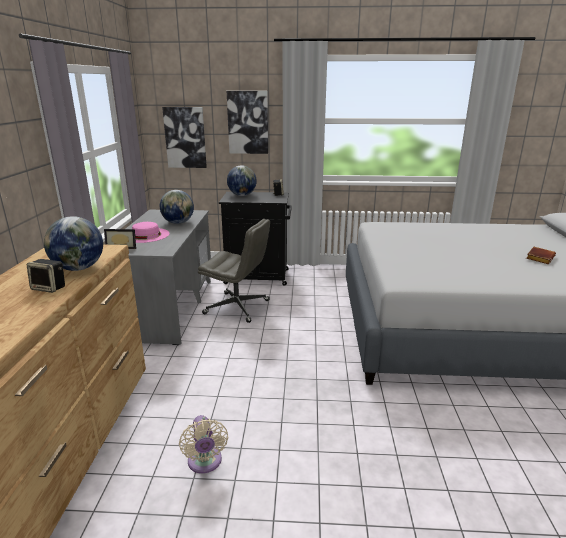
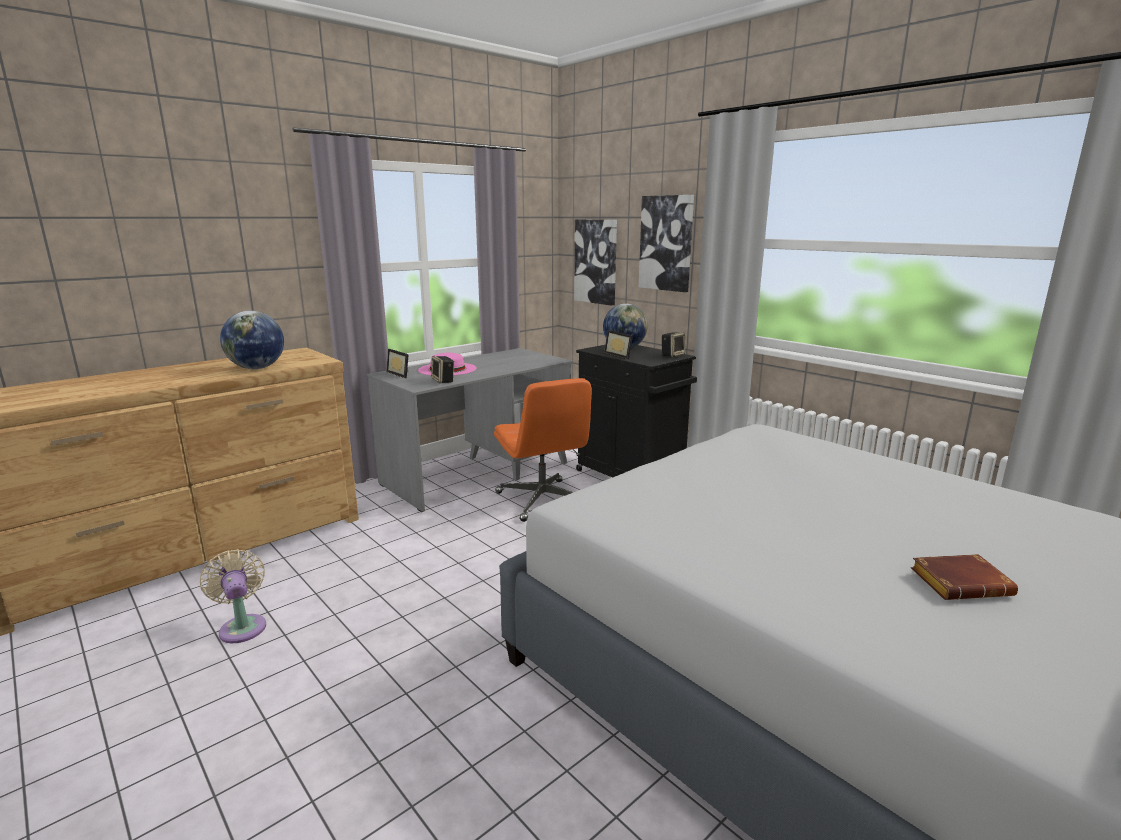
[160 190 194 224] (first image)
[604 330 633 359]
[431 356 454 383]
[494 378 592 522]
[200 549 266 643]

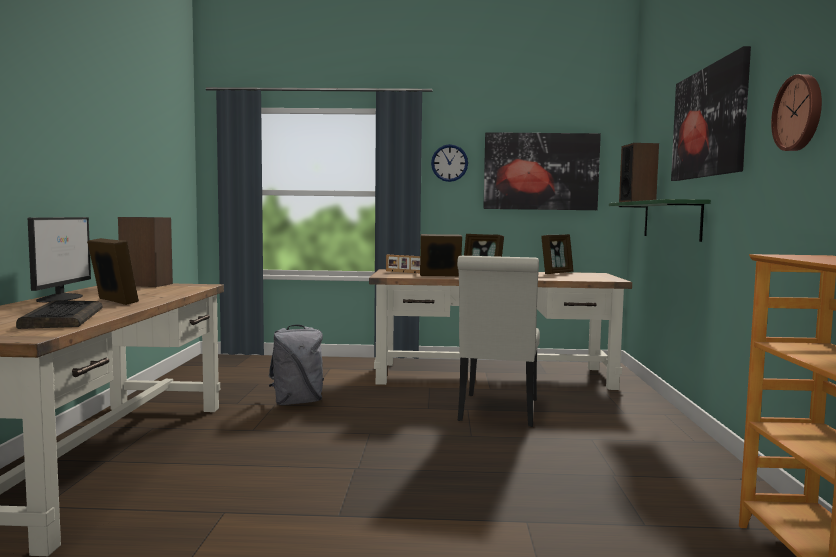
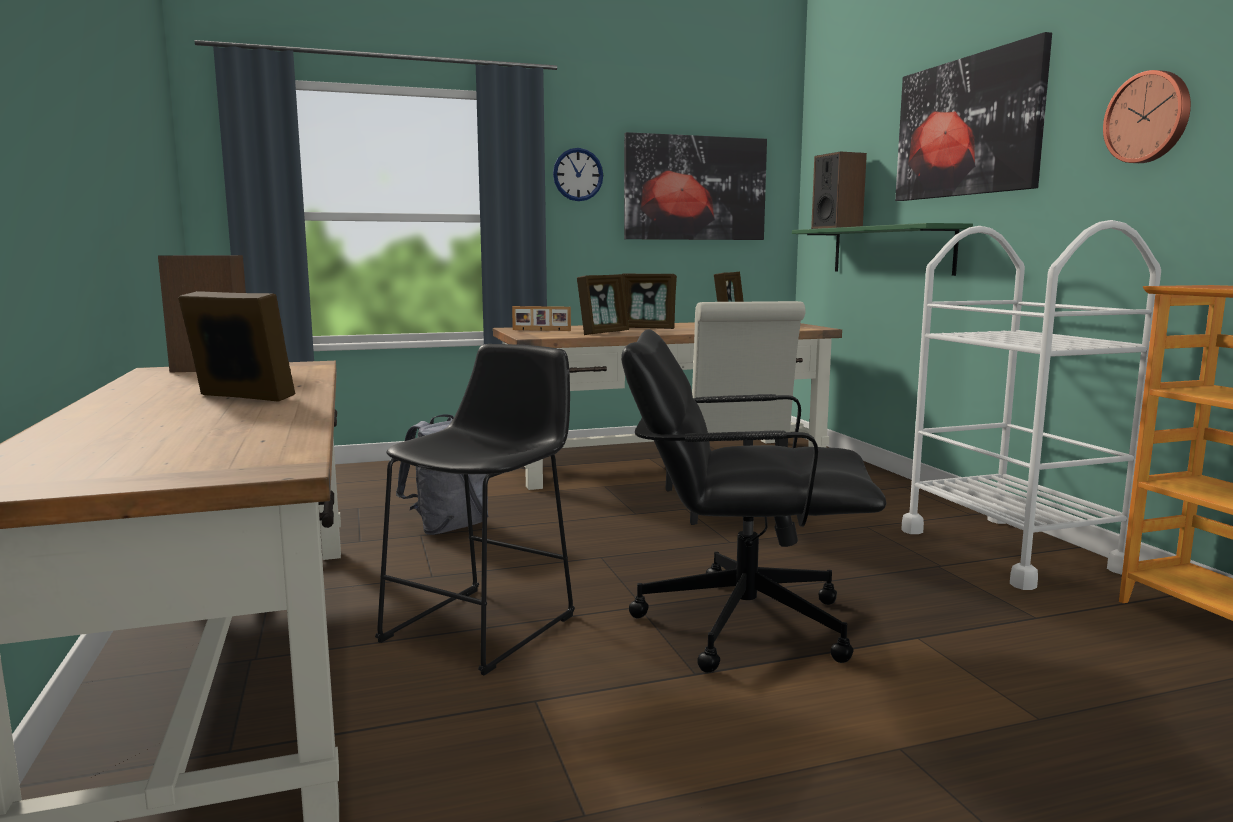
[16 300 103 329] (first image)
[28 217 91 302] (first image)
[375 344 575 676]
[621 329 886 673]
[901 220 1161 590]
[577 274 629 335]

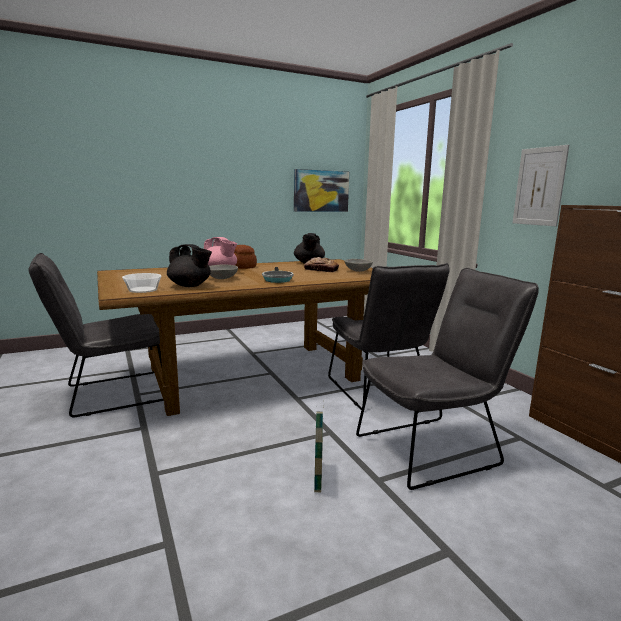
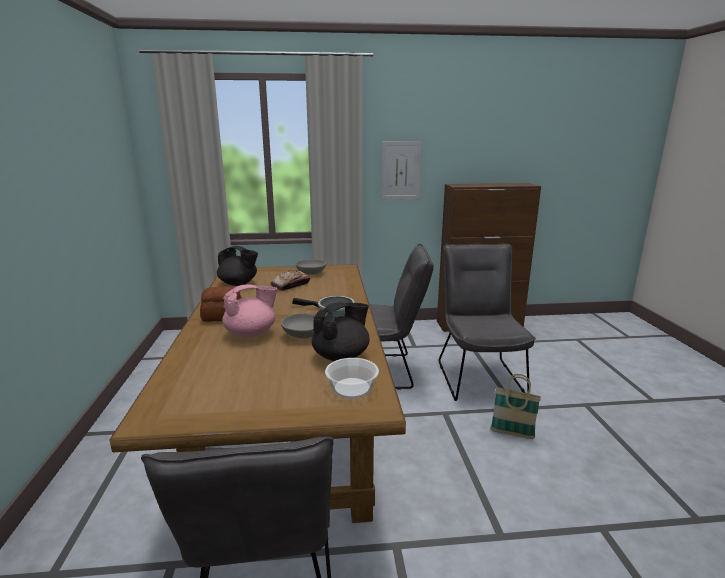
[294 169 349 212] (first image)

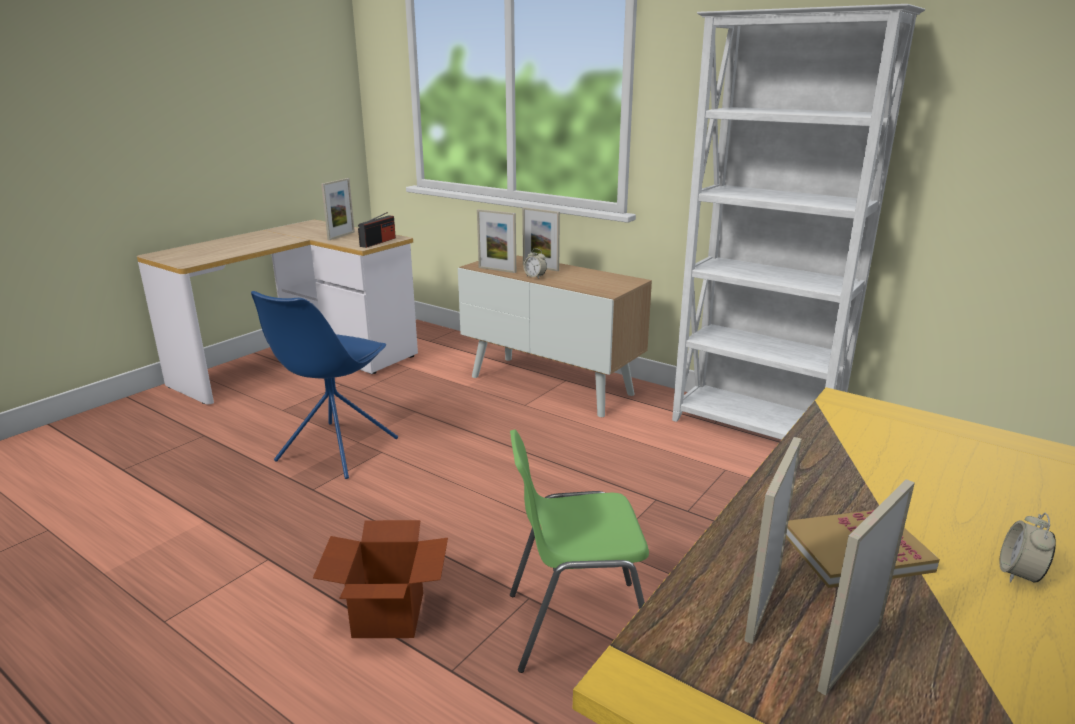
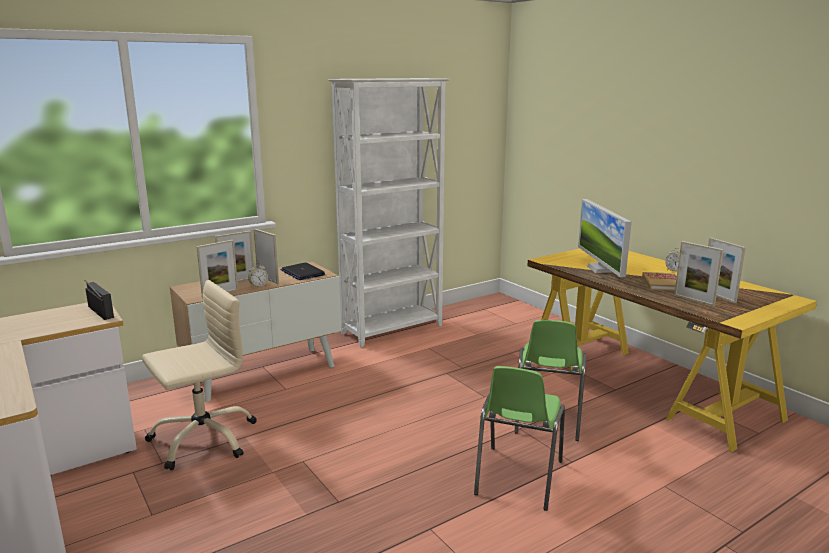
[251 291 398 479] (first image)
[142 280 257 470]
[281 263 325 280]
[578 199 632 277]
[254 229 279 284]
[474 366 565 511]

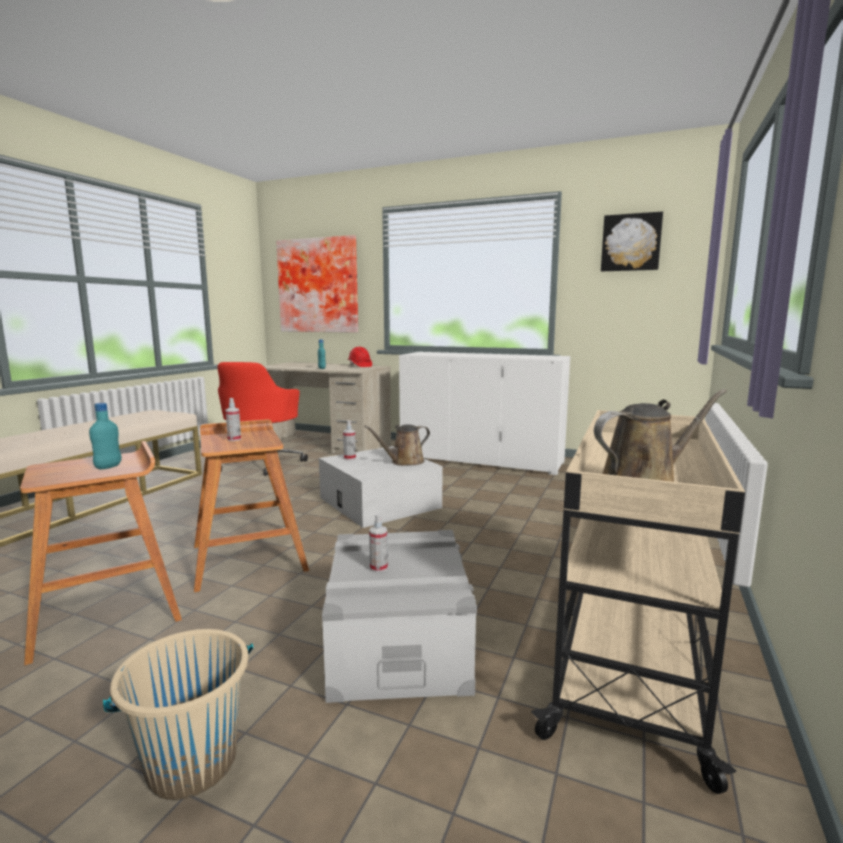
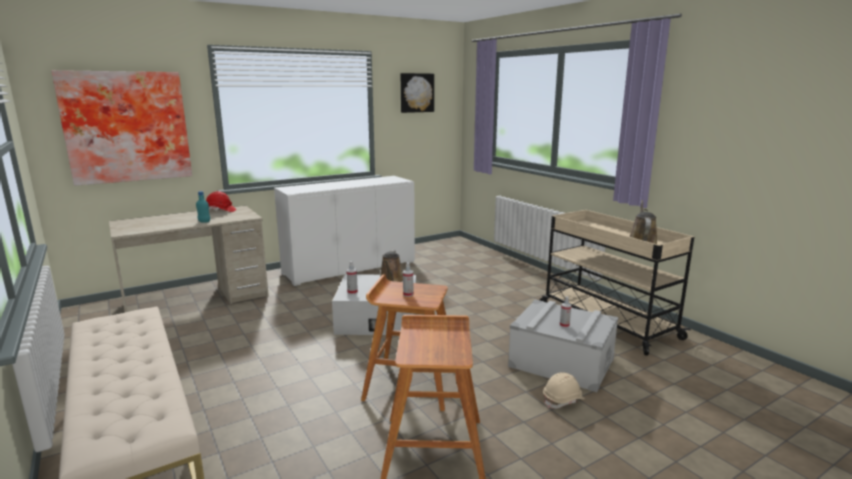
[89 403 122 470] (first image)
[103 629 253 800] (first image)
[217 362 308 476] (first image)
[543 372 585 409]

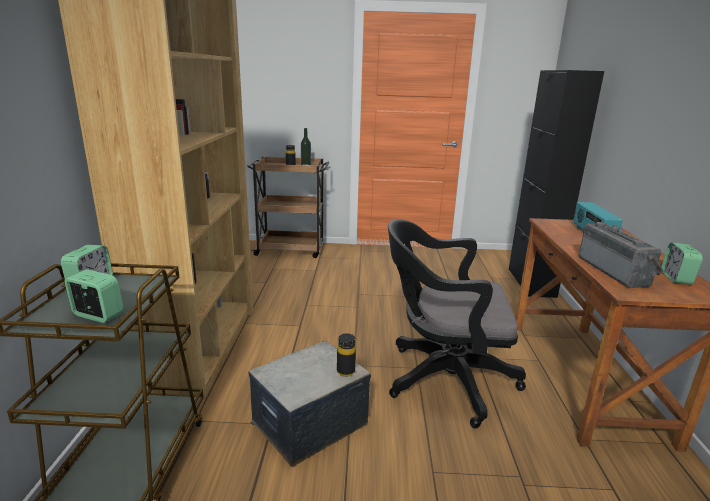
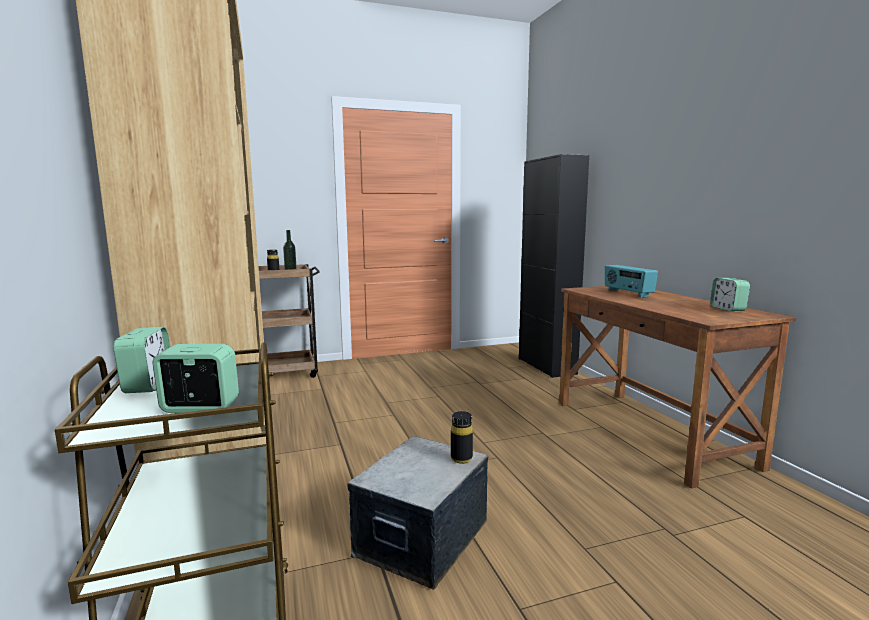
[388 219 526 428] (first image)
[579 222 664 288] (first image)

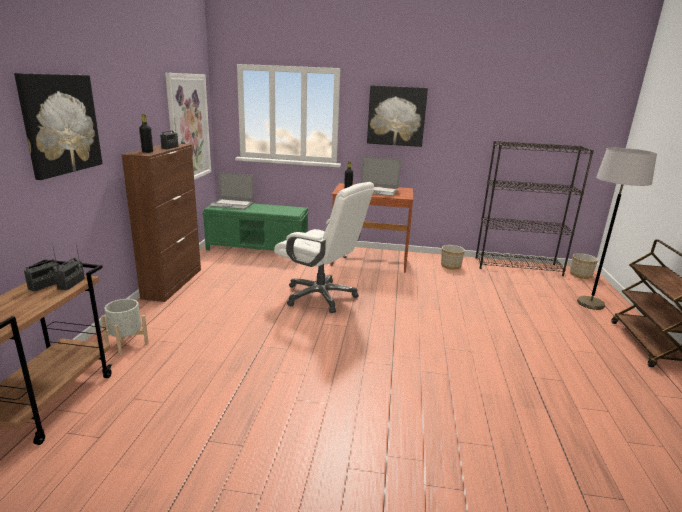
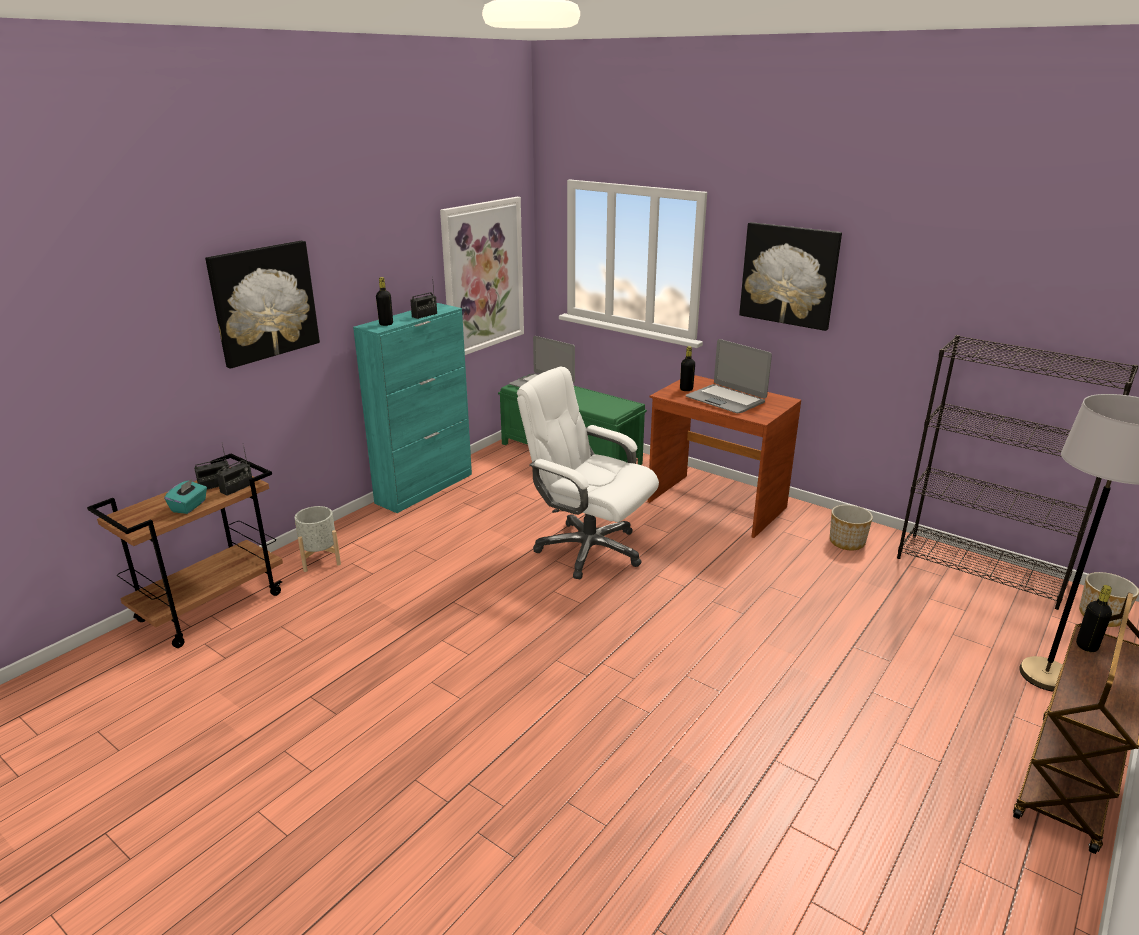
[164 478 207 514]
[1076 585 1112 652]
[353 303 472 513]
[517 366 659 579]

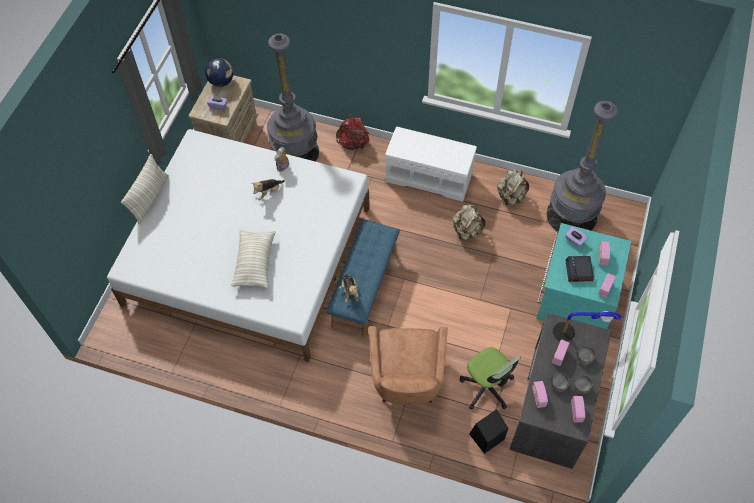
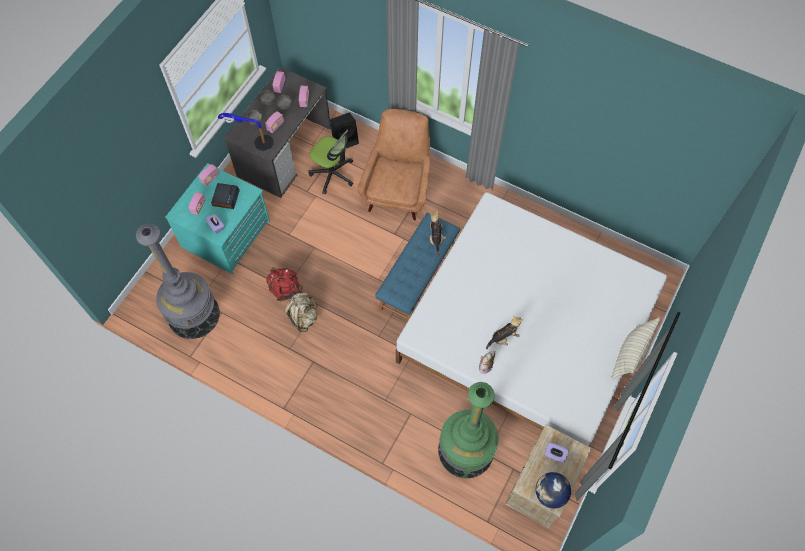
[231 230 275 289] (first image)
[385 127 477 202] (first image)
[497 170 529 206] (first image)
[266 267 303 302]
[438 382 498 478]
[308 130 353 194]

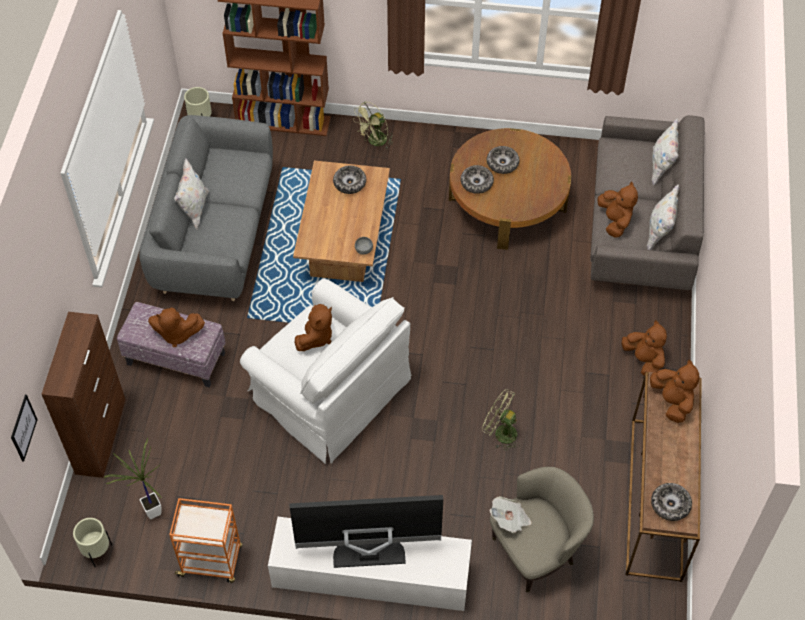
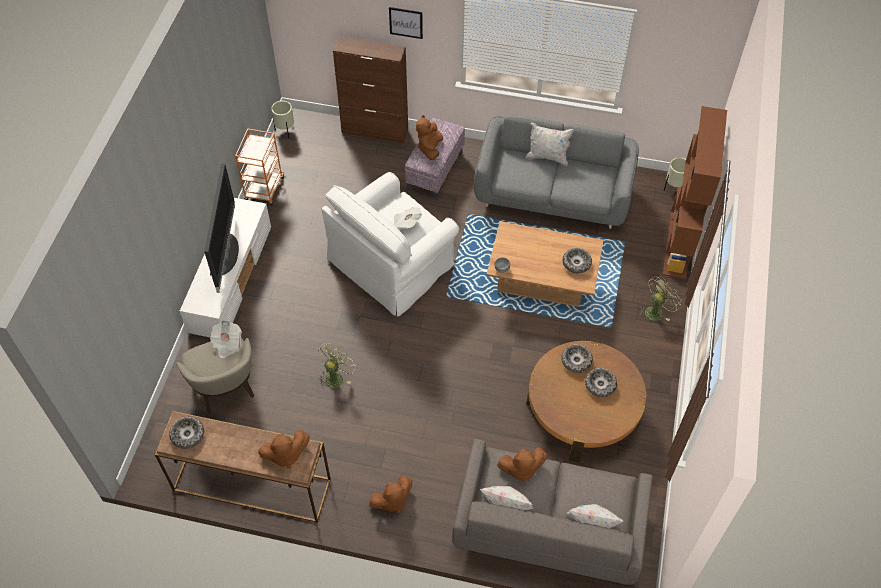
[104 437 162 519] (first image)
[389 7 423 39]
[394 207 422 229]
[640 276 681 321]

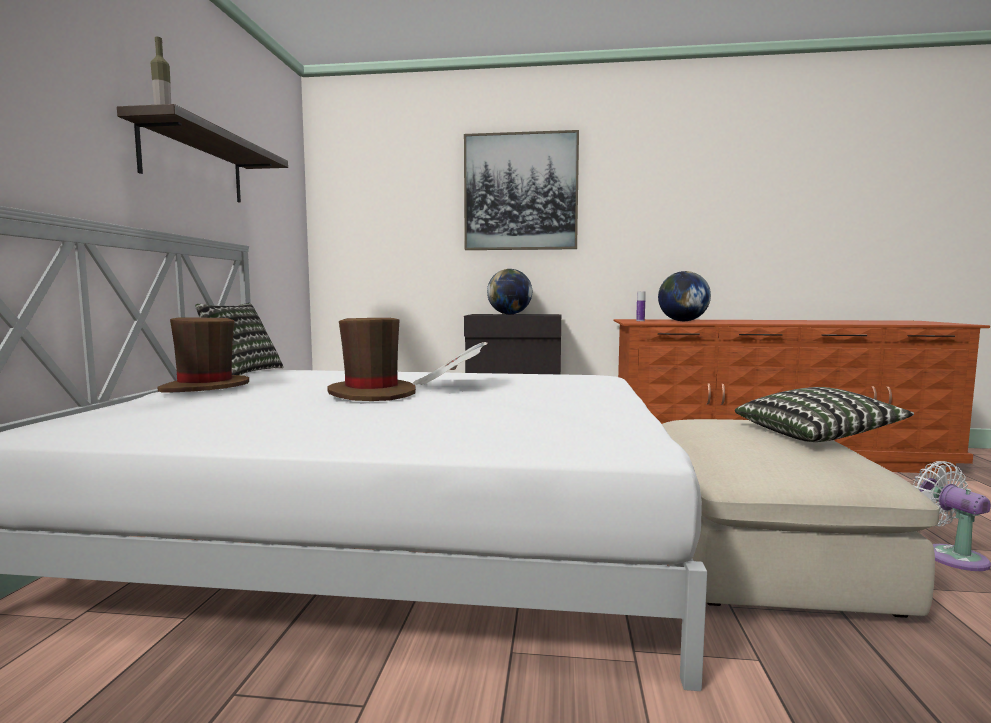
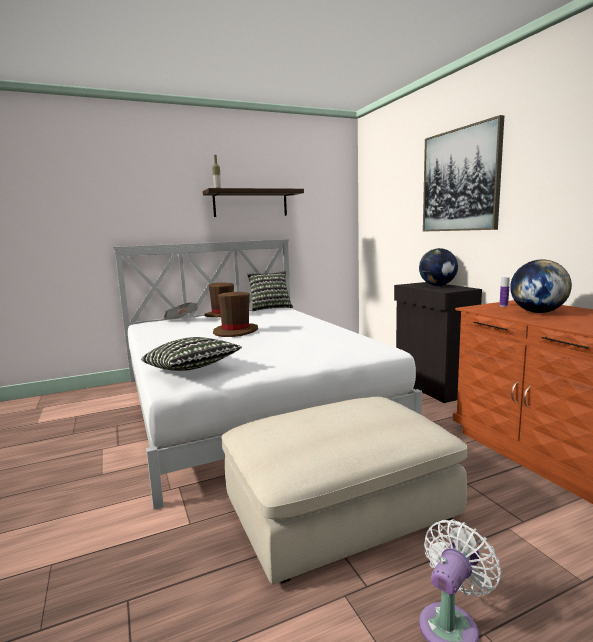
[164 302 197 319]
[141 337 242 371]

